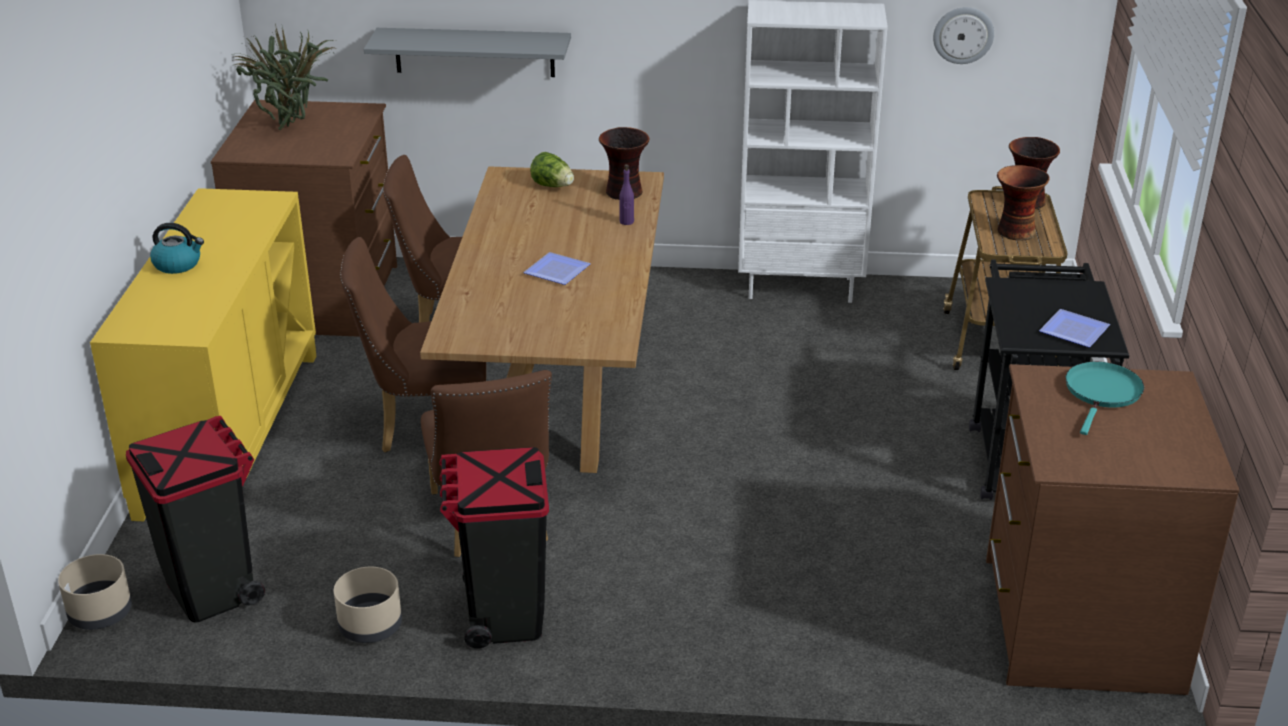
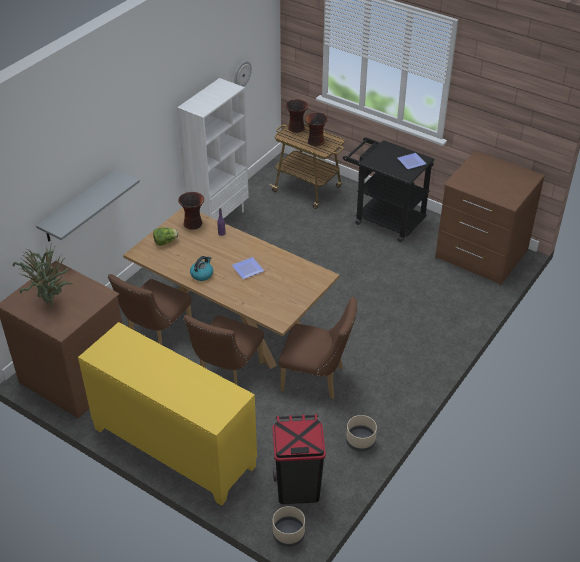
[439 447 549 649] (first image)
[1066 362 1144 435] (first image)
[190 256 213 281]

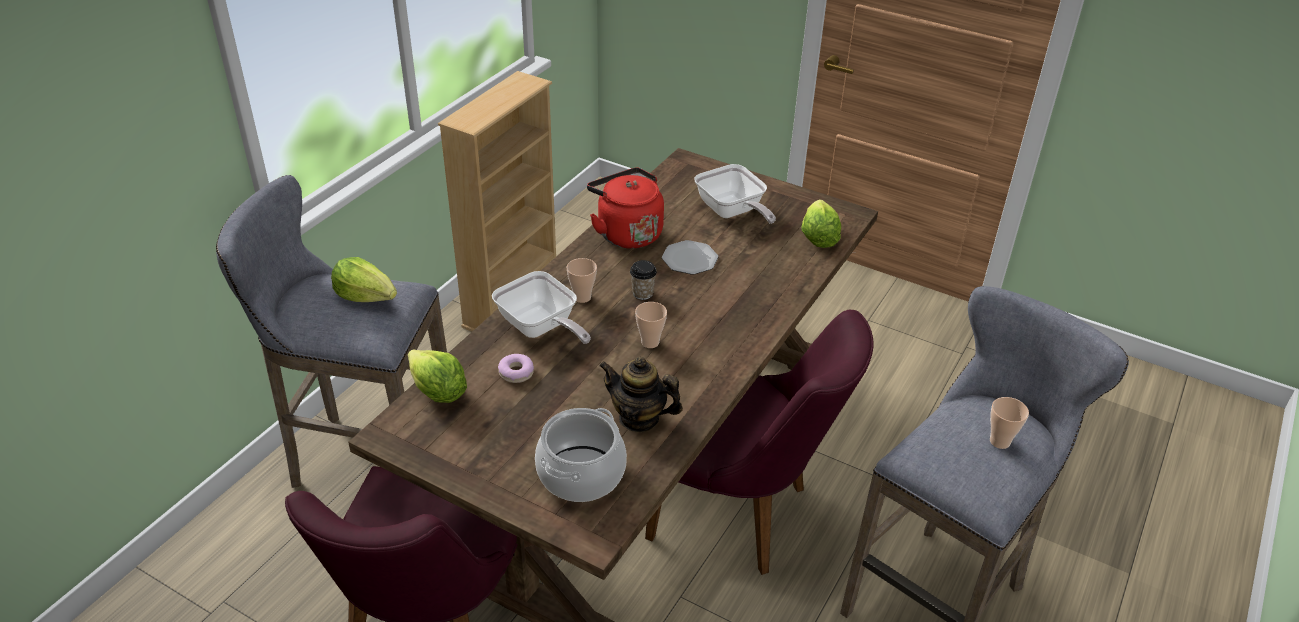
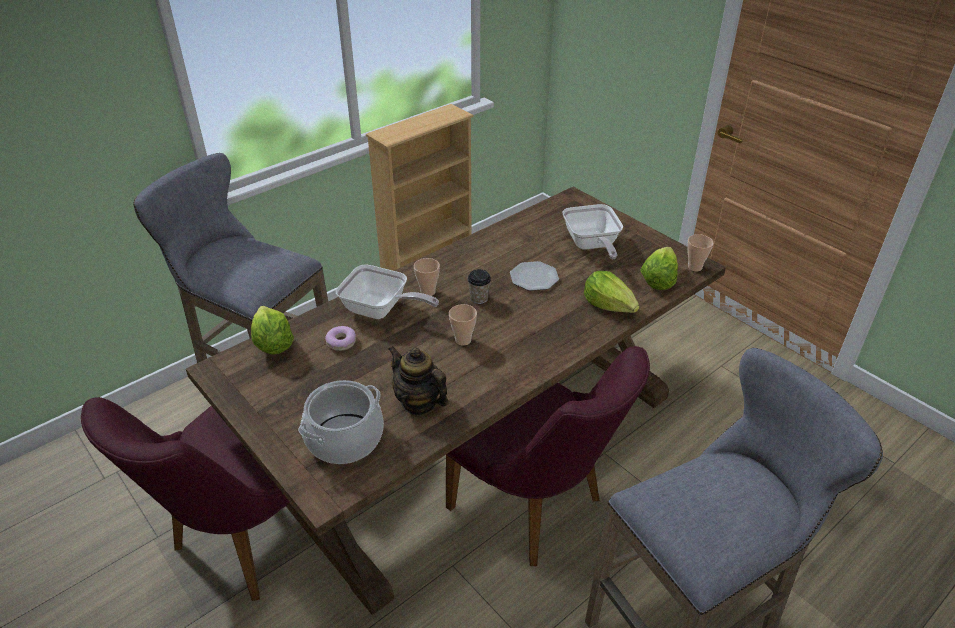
[587 168 664 249] (first image)
[584 271 640 313]
[687 234 714 271]
[336 264 439 319]

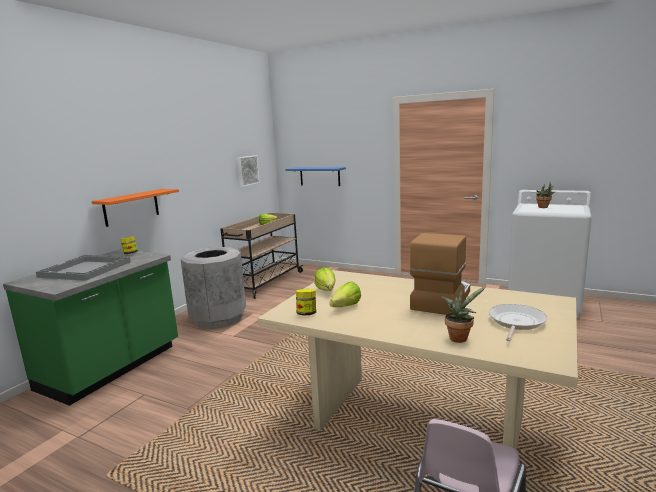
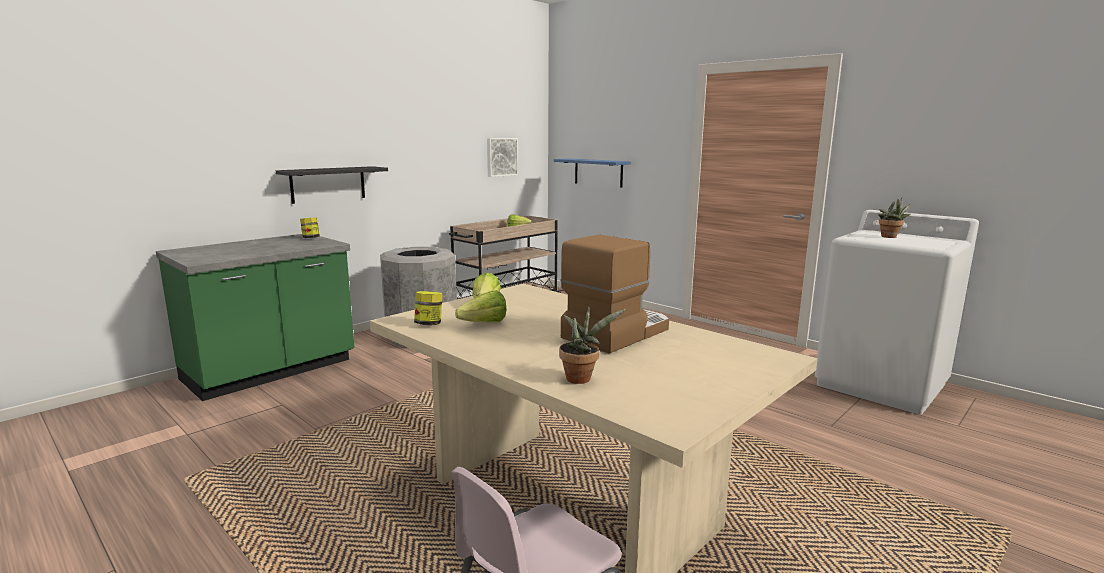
[36 255 131 281] (first image)
[489 304 547 341] (first image)
[276 166 388 204]

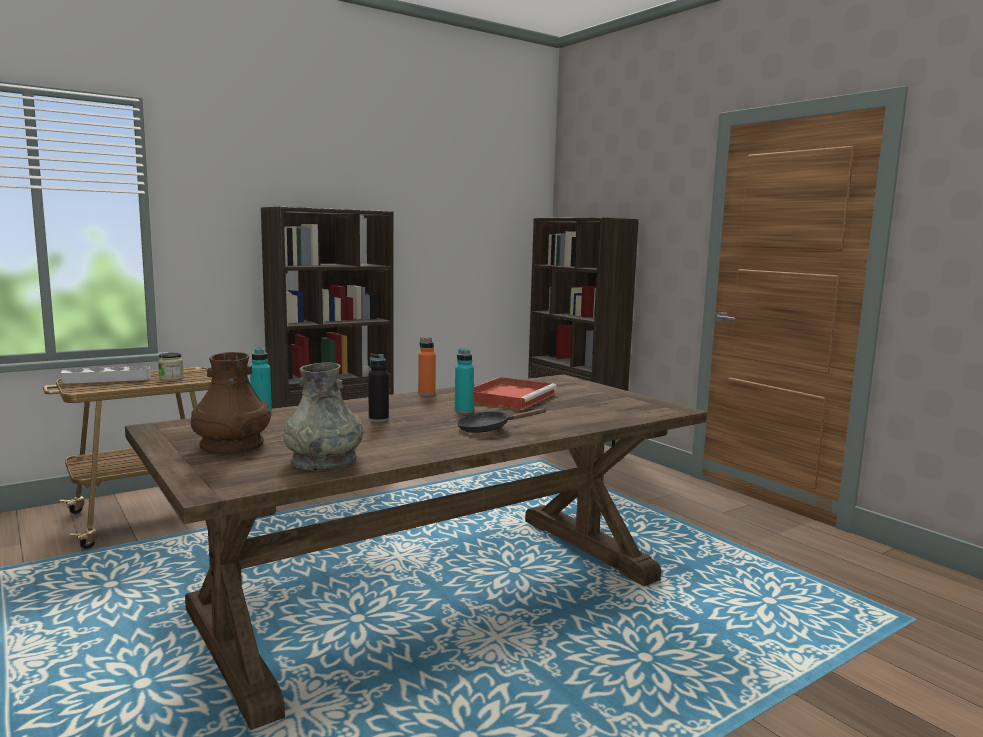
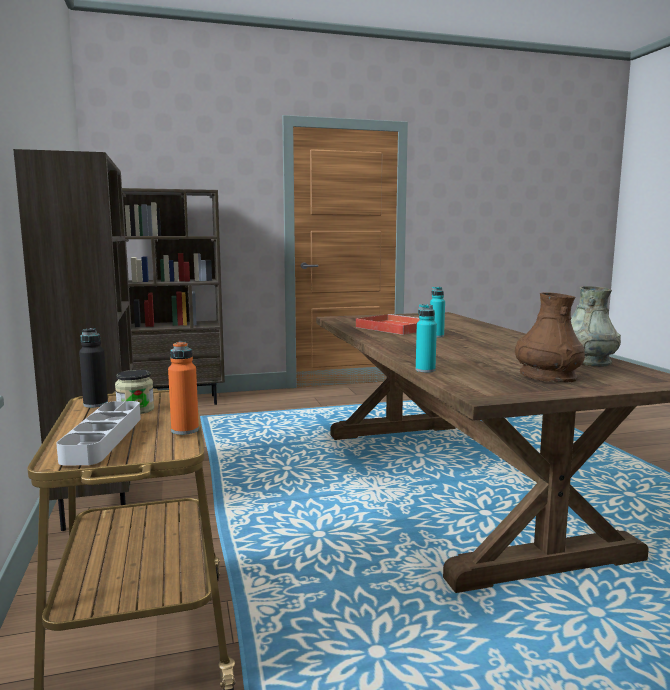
[457 408 547 433] (first image)
[79 328 108 408]
[168 341 199 435]

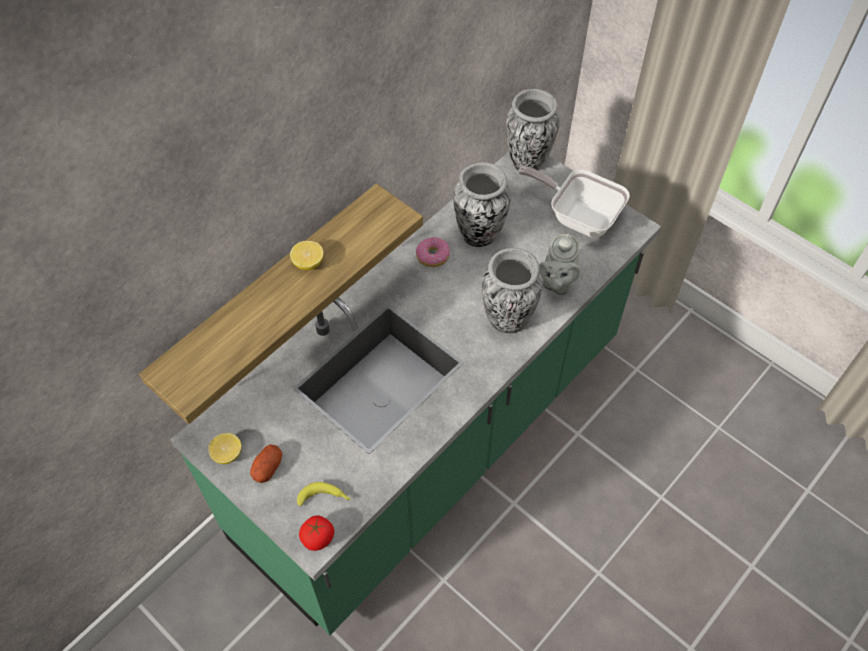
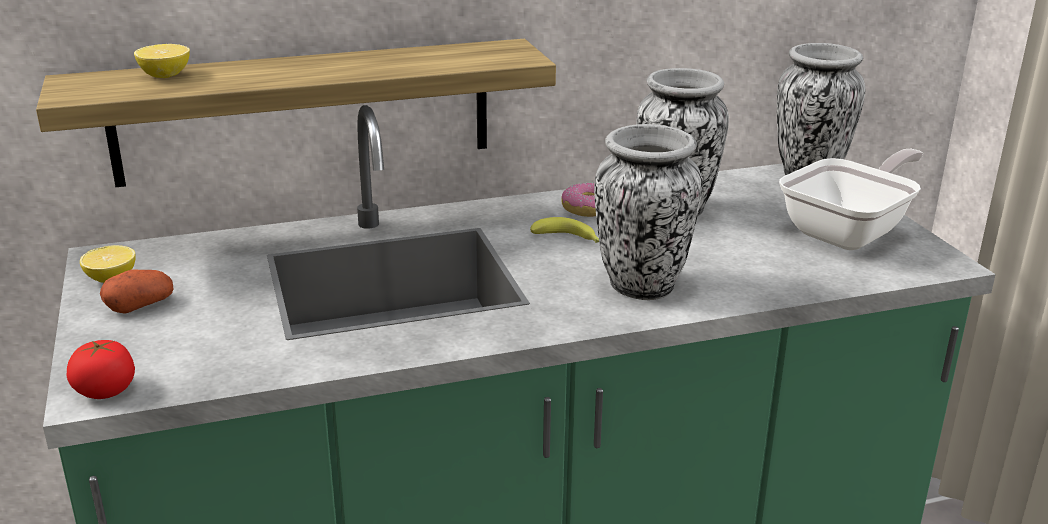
[539 233 580 295] (first image)
[134 44 190 78]
[530 217 599 243]
[779 149 923 250]

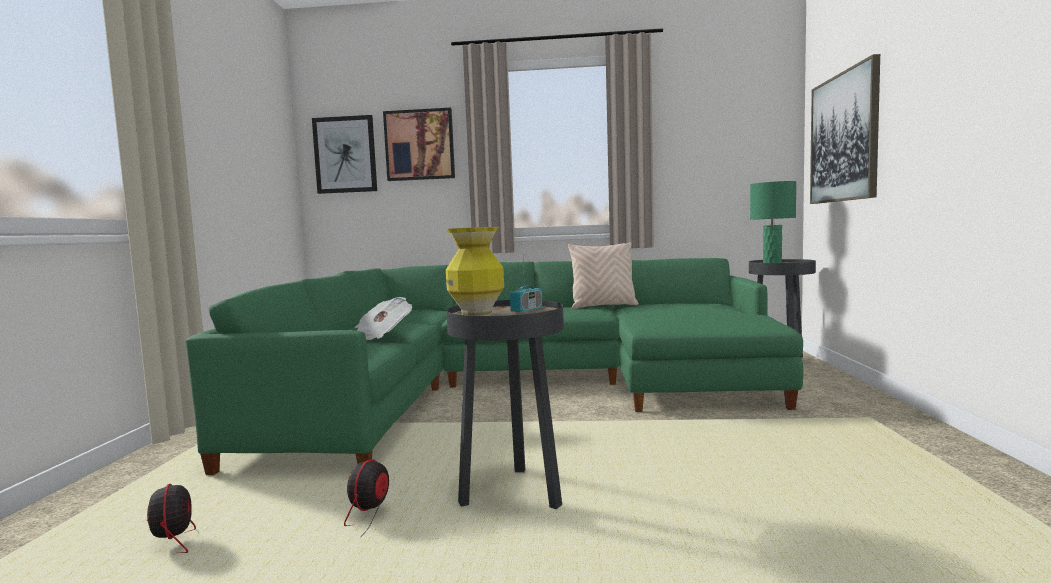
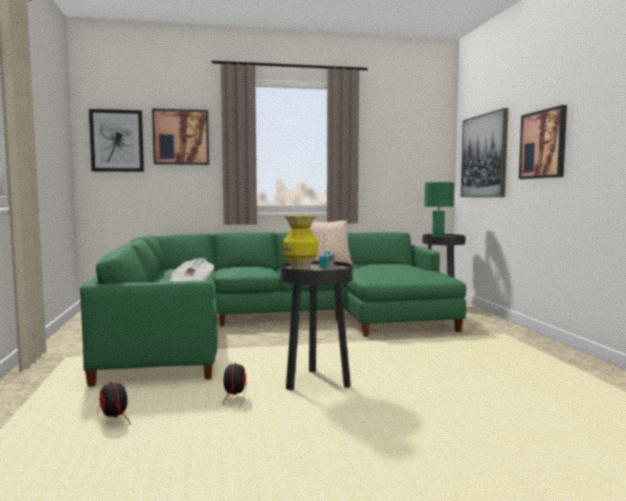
[519 105 567 179]

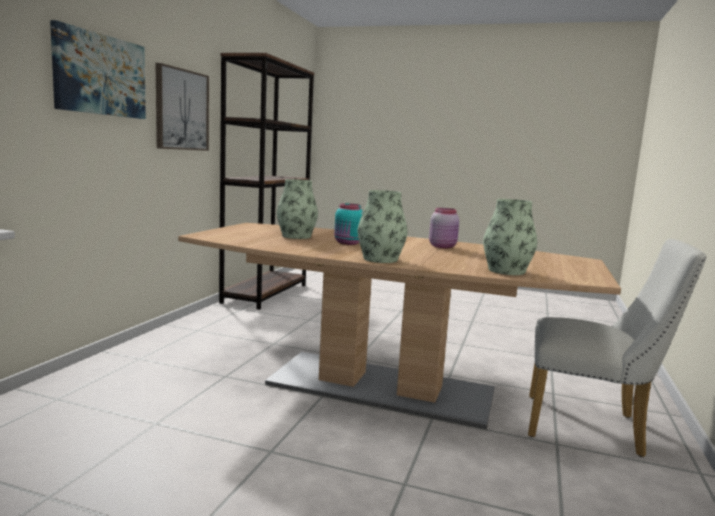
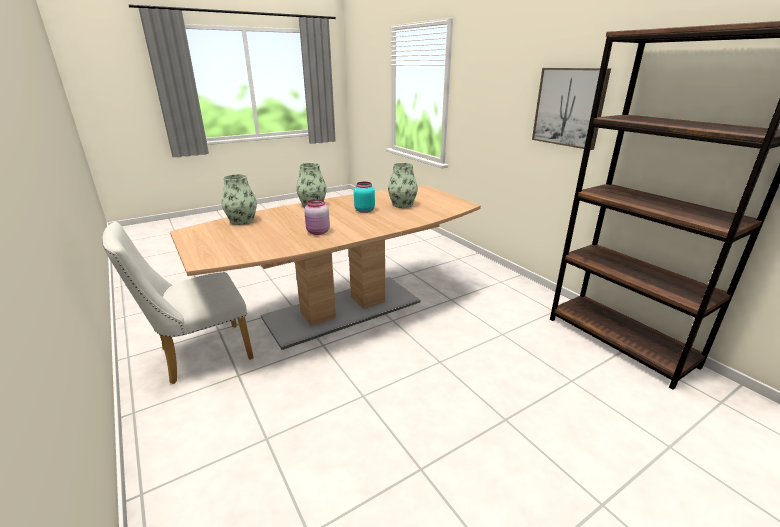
[50 20 146 119] (first image)

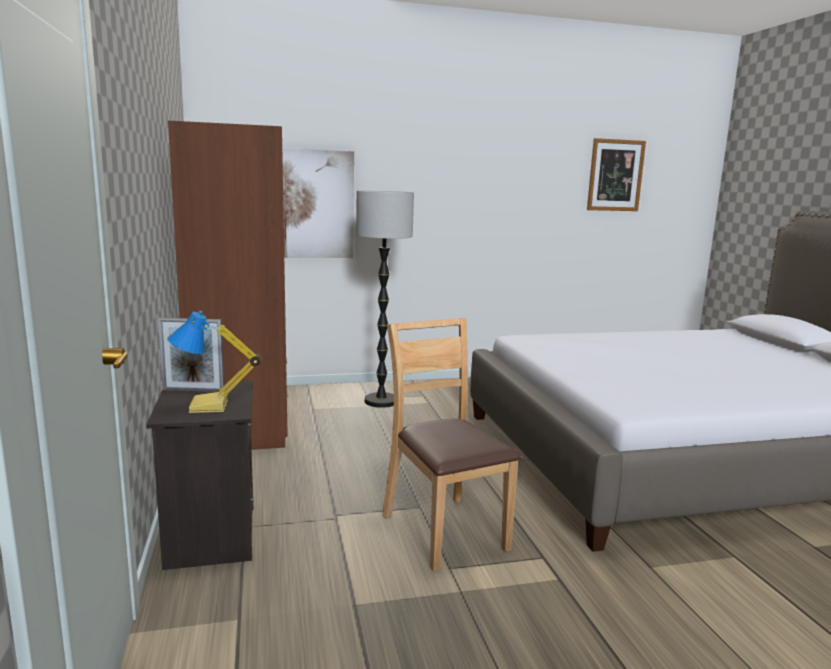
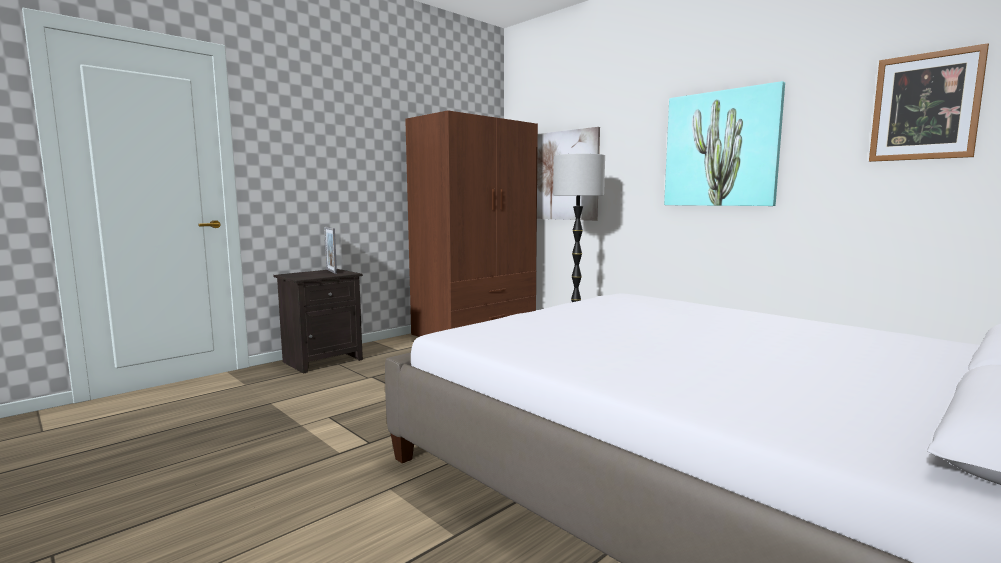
[167 310 262 413] (first image)
[382 318 521 572] (first image)
[664 81 785 206]

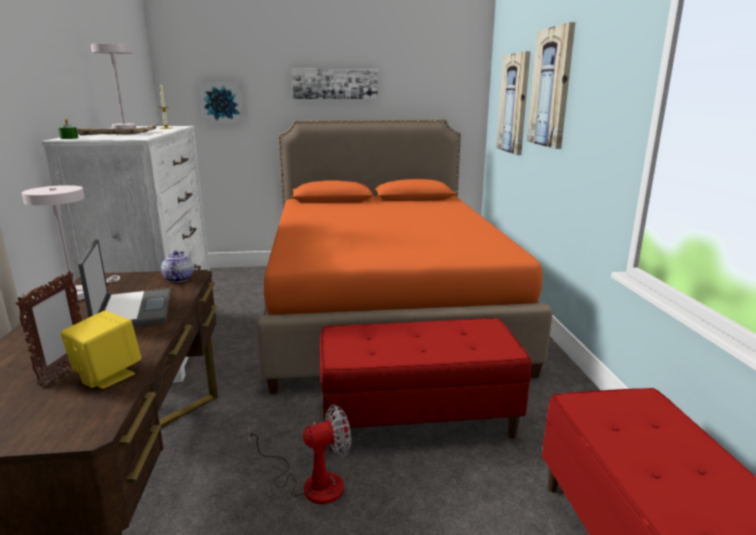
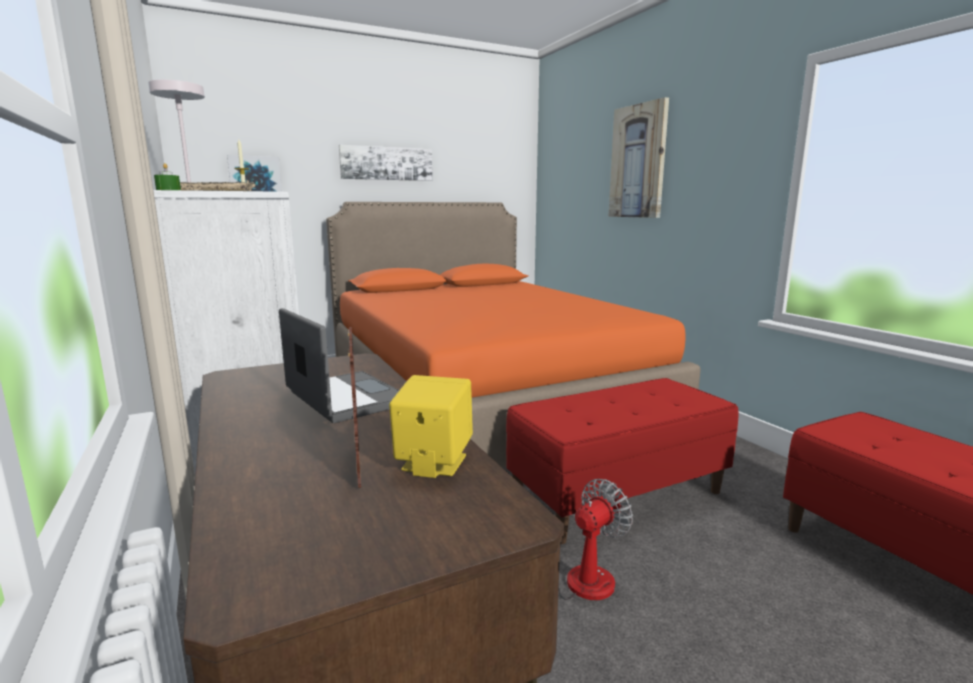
[22 185 120 301] (first image)
[161 251 193 282] (first image)
[496 51 530 155] (first image)

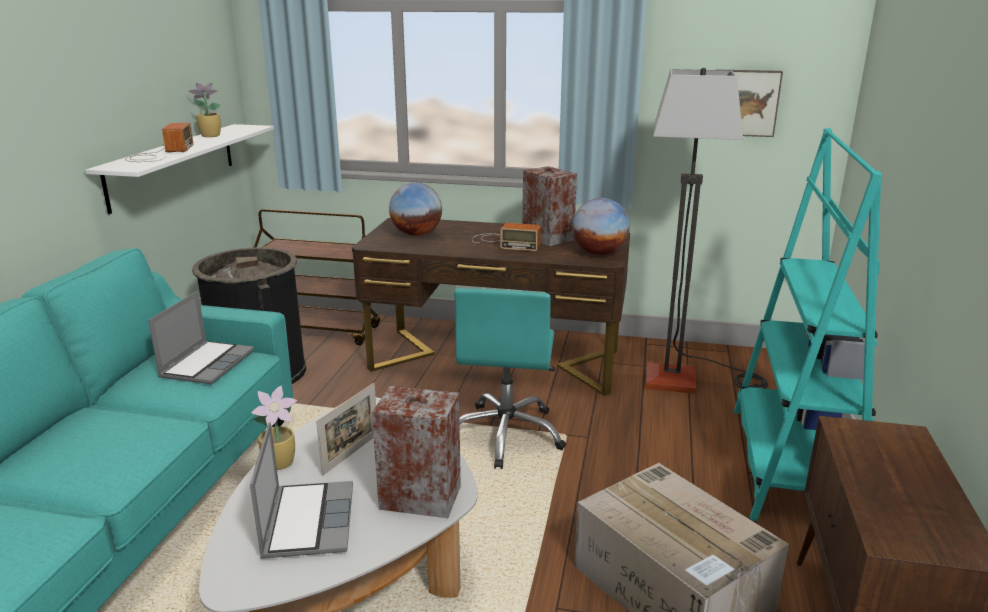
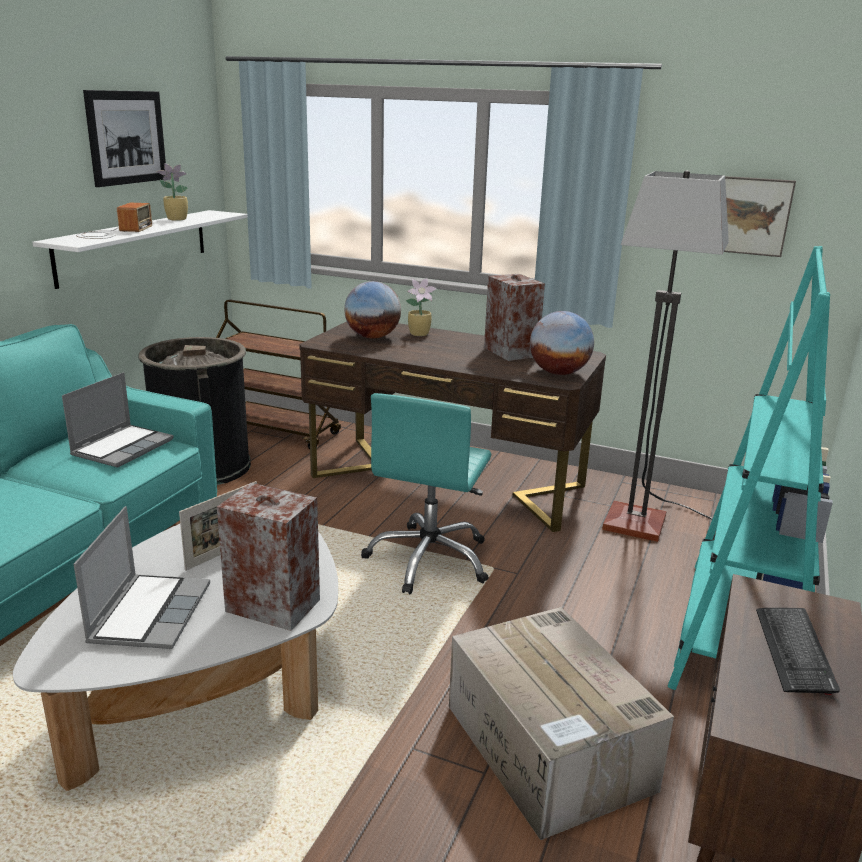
[472 223 541 251] (first image)
[83 90 166 187]
[756 608 840 695]
[406 278 436 336]

